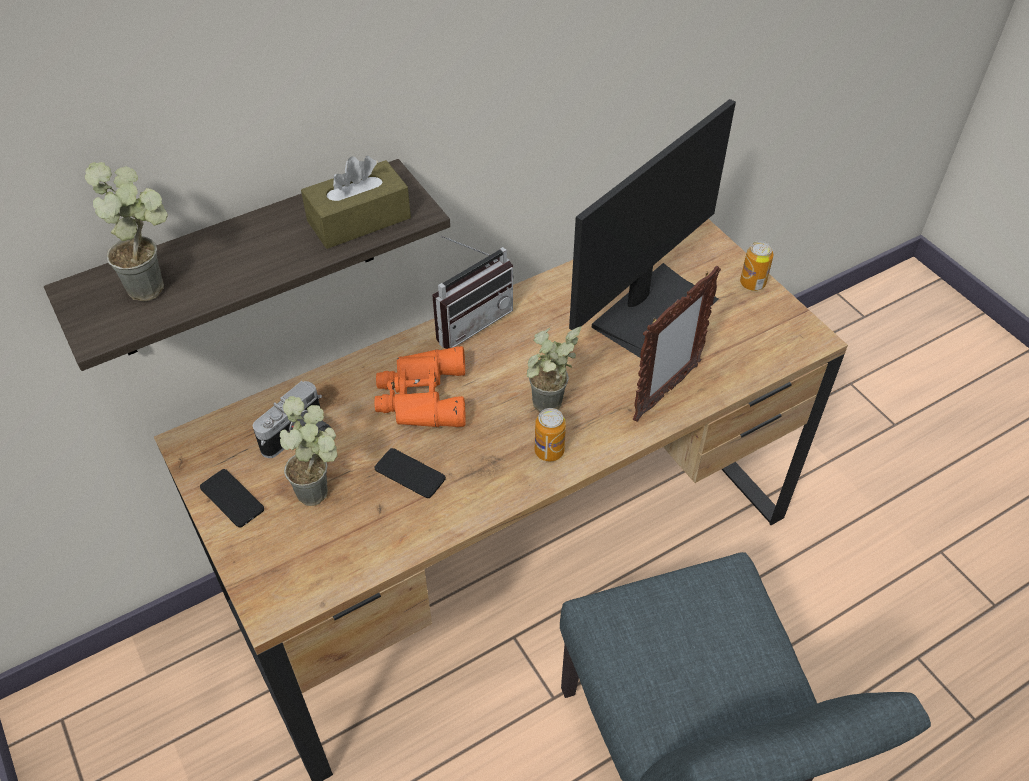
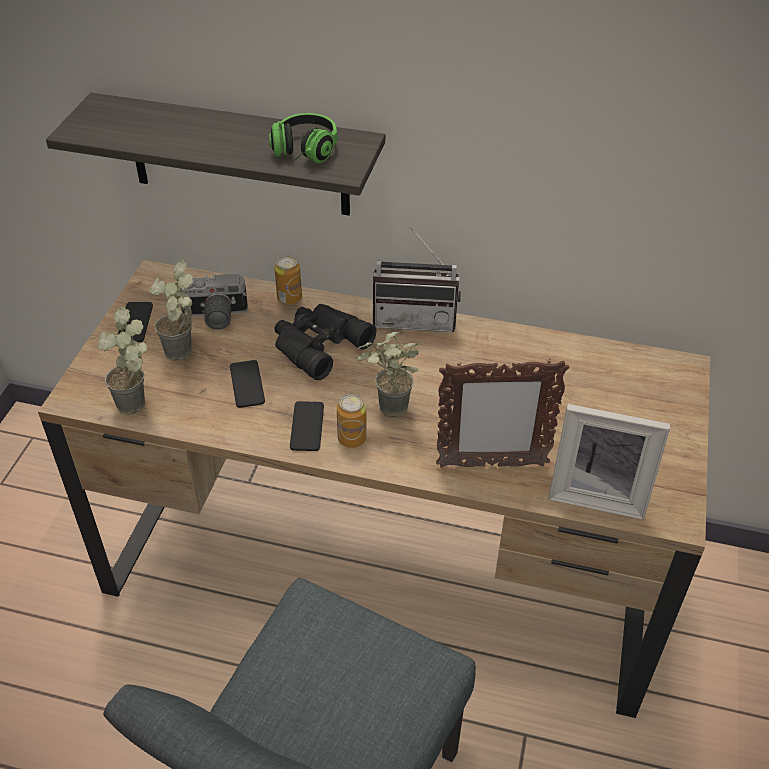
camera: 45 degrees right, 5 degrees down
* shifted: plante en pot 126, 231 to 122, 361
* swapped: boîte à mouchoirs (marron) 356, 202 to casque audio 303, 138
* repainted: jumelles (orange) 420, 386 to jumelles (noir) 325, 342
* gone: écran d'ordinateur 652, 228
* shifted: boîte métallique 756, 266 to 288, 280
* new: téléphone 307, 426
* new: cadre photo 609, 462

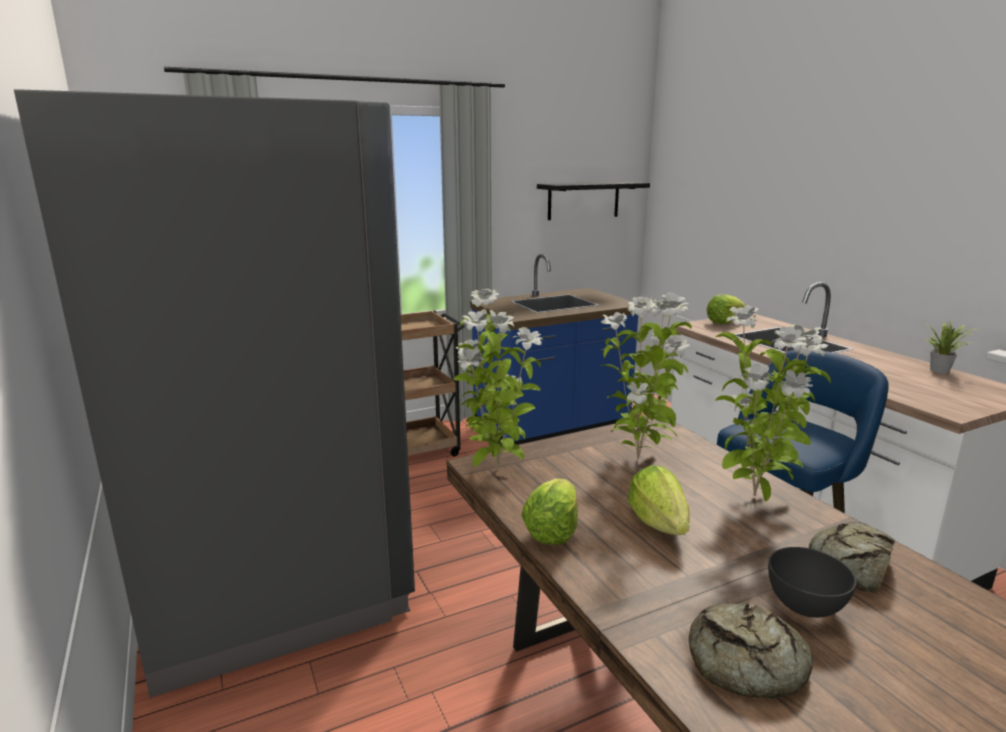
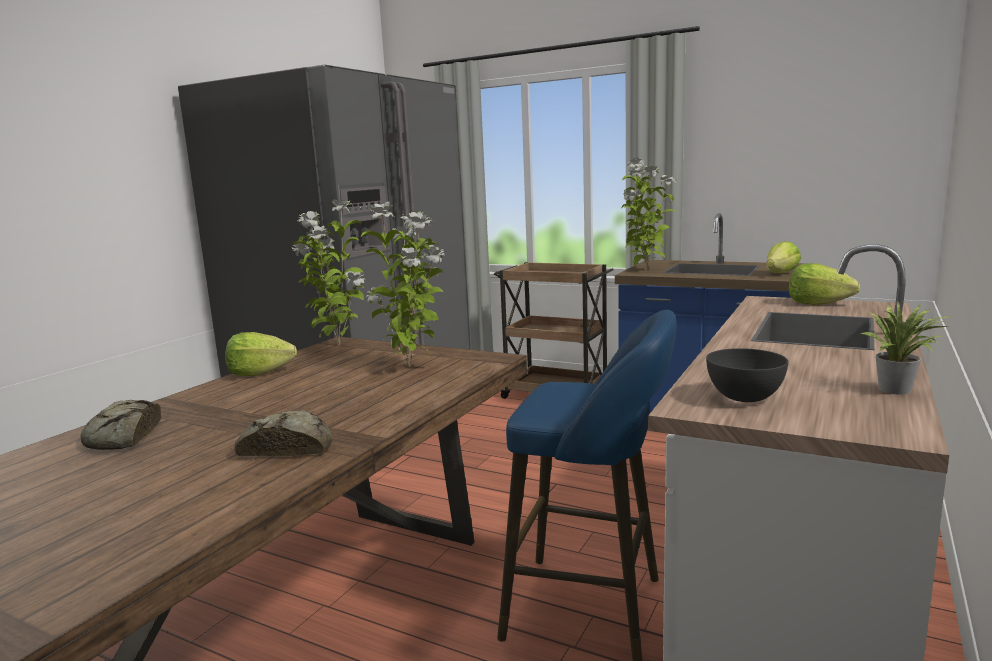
camera: 55 degrees right, 5 degrees down
* gone: étagère (noir) 593, 201
* shifted: laitue 659, 500 to 784, 257
* shifted: plante en pot 773, 403 to 649, 214
* shifted: bol (gris) 812, 582 to 747, 375

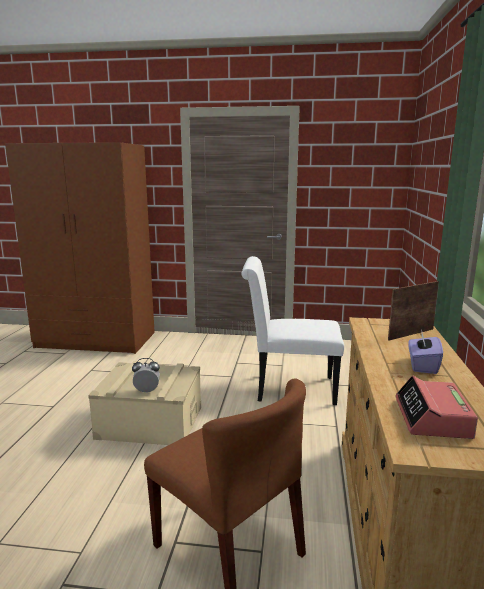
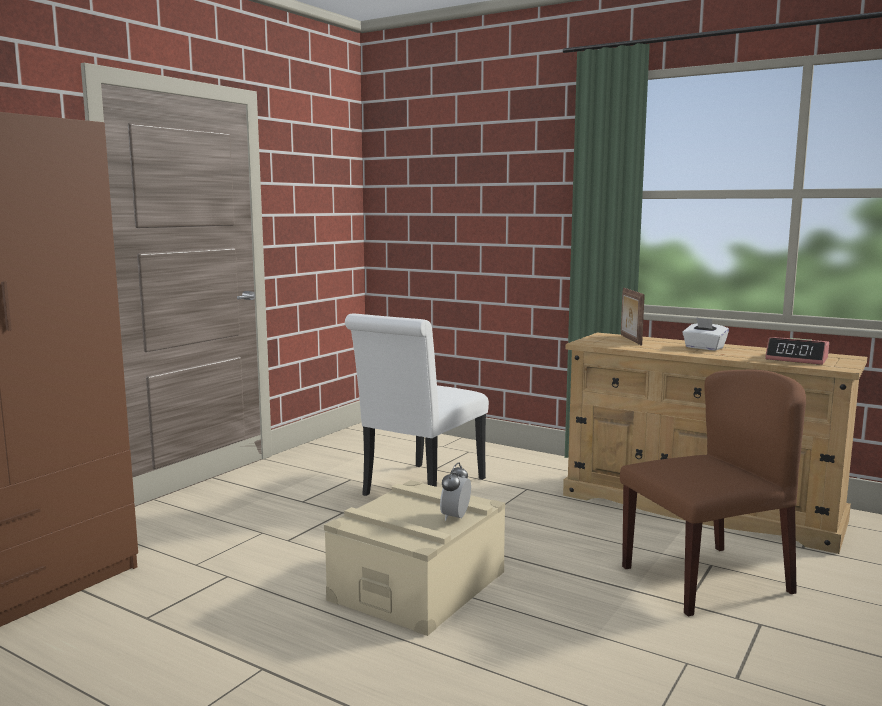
camera: 65 degrees left, 5 degrees down
* repainted: boîte à mouchoirs (violet) 425, 351 to boîte à mouchoirs (blanc) 705, 334

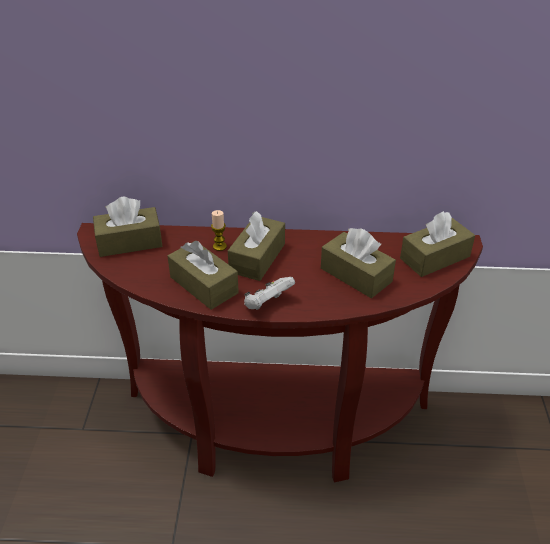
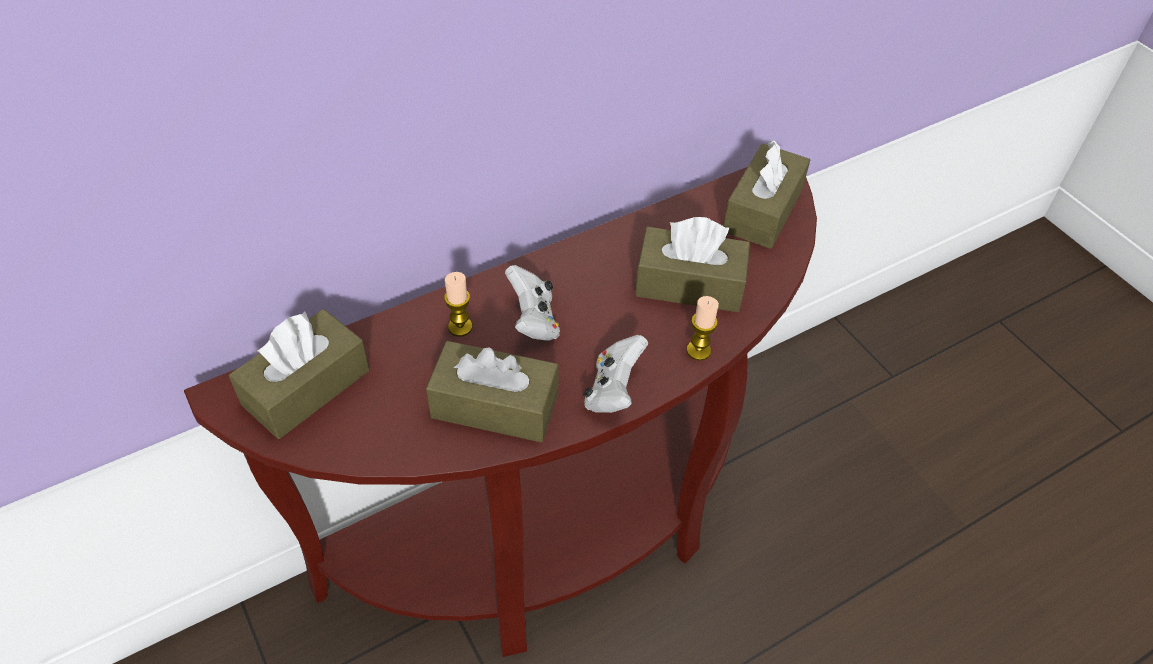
camera: 35 degrees left, 10 degrees up
* swapped: boîte à mouchoirs (marron) 256, 246 to manette (blanc) 532, 303
* new: bougie 702, 328

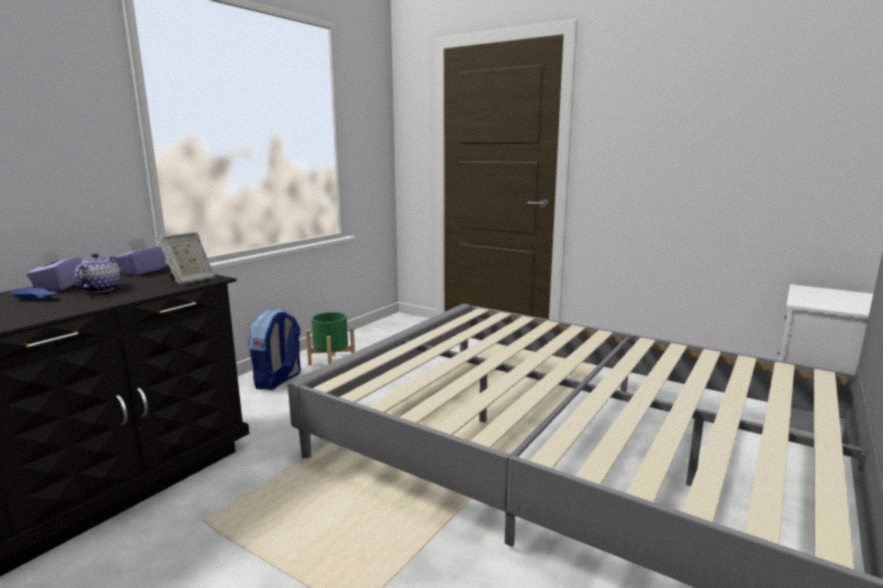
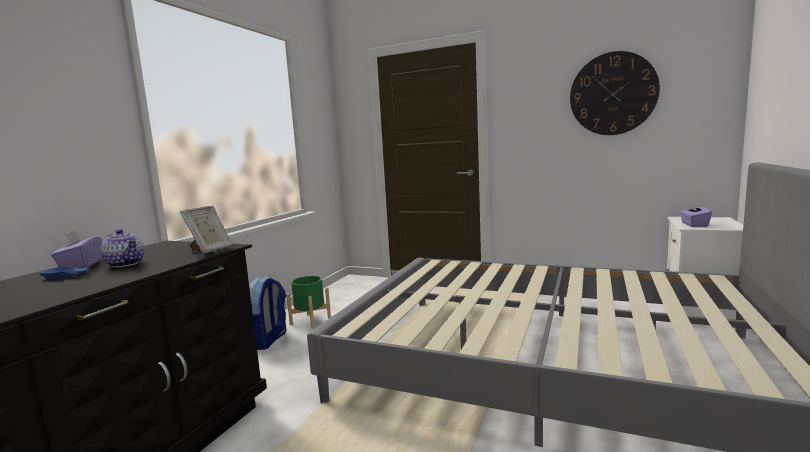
camera: 10 degrees left, 5 degrees down
* rotated: théière 97, 273 = 122, 248 135 degrees clockwise
* shifted: boîte à mouchoirs (violet) 140, 256 to 696, 214
* new: horloge murale 615, 93

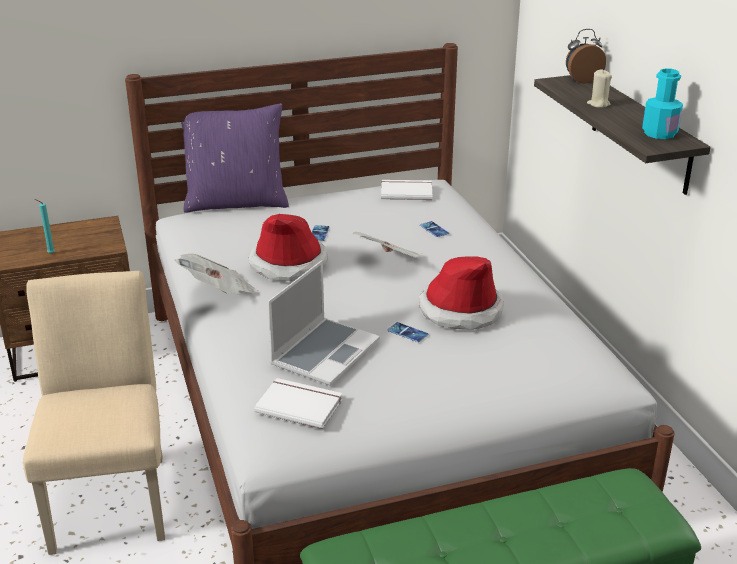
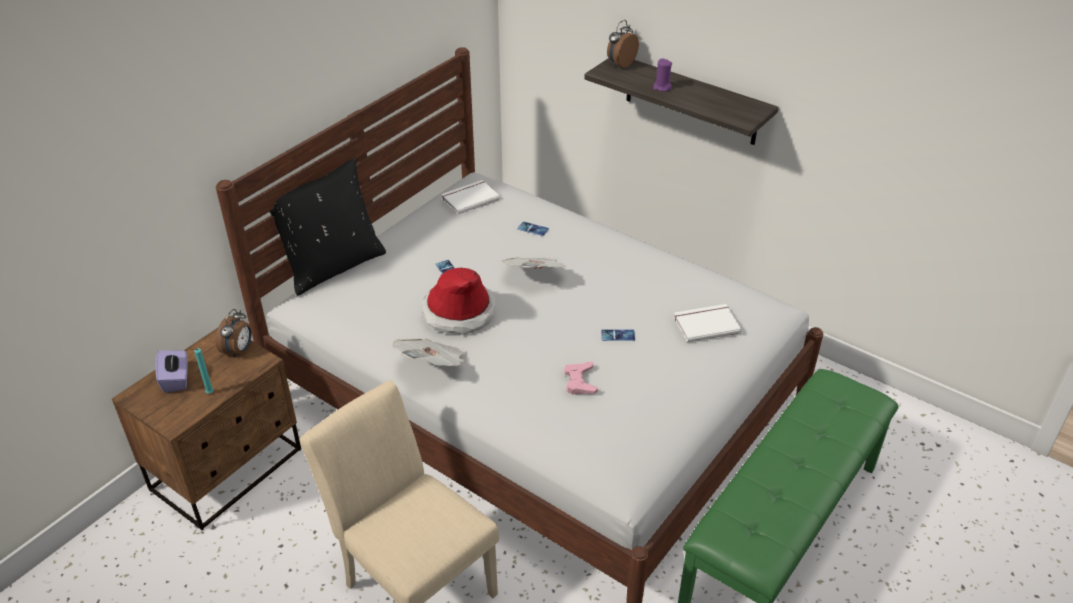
camera: 35 degrees left, 10 degrees up
* repainted: coussin (violet) 235, 158 to coussin (noir) 328, 227
* shifted: livre (blanc) 298, 403 to 707, 323
* swapped: ordinateur portable 323, 323 to manette (rose) 581, 378
* gone: chapeau 461, 293
* repainted: bougie (beige) 599, 89 to bougie (violet) 662, 75
* gone: bouteille (turquoise) 662, 103
* new: boîte à mouchoirs (violet) 172, 371
* new: réveil 233, 333

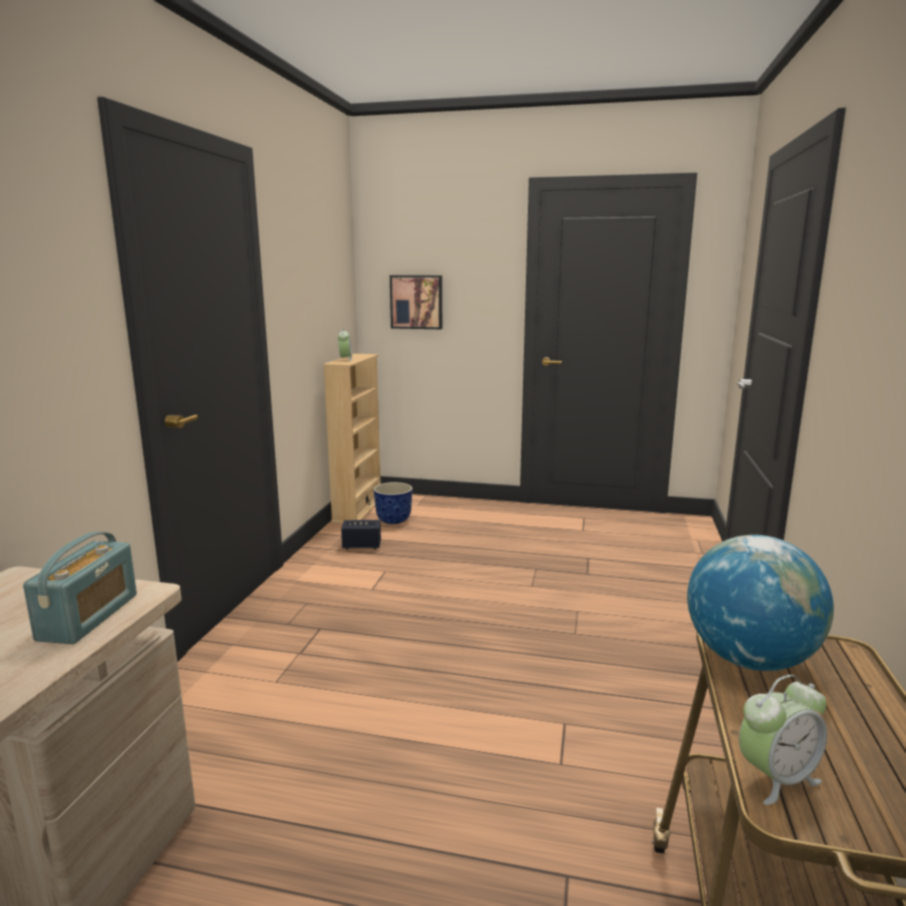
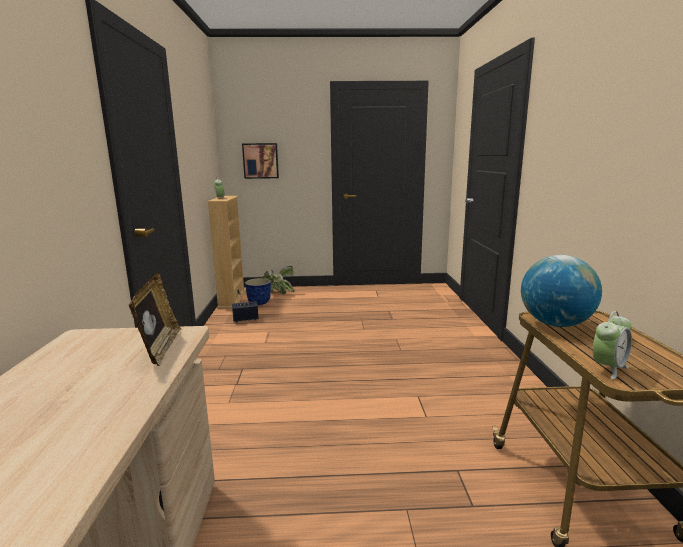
camera: 15 degrees left, 0 degrees up
* swapped: radio 80, 588 to cadre photo 155, 319
* new: plante en pot 278, 280

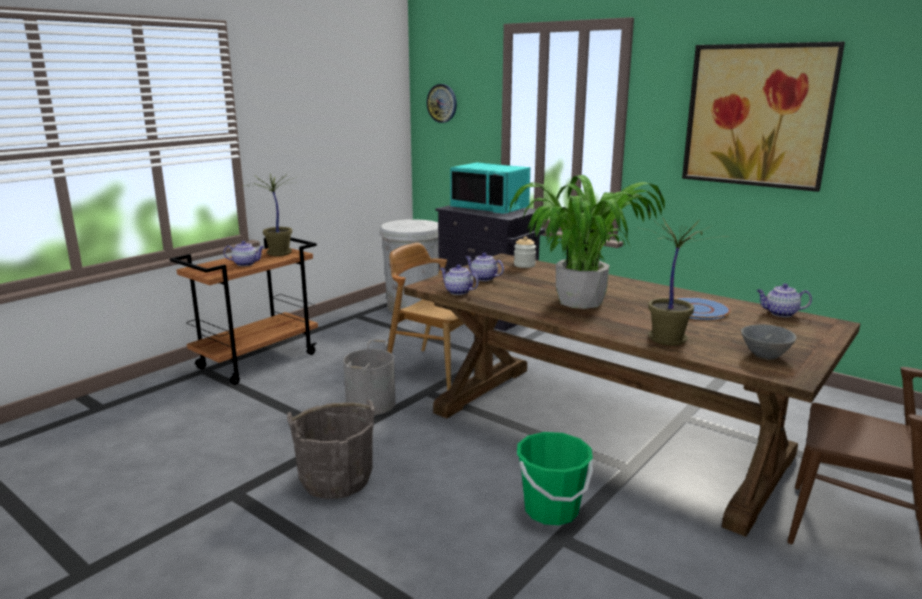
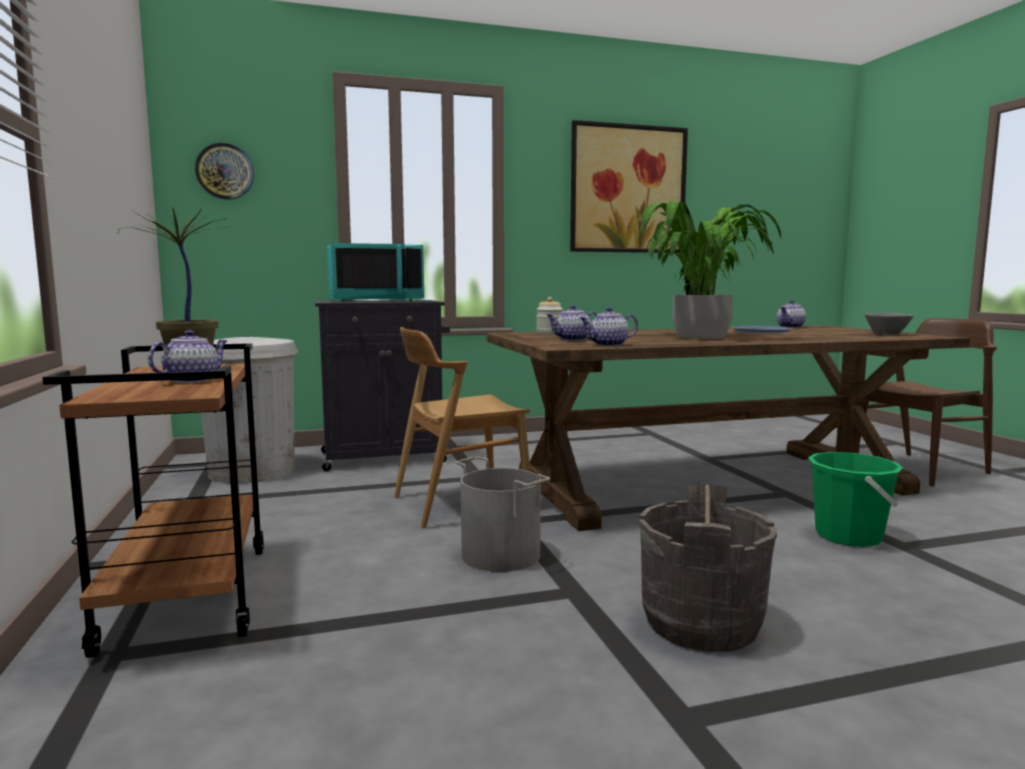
camera: 55 degrees left, 10 degrees down
* gone: plante en pot 684, 281

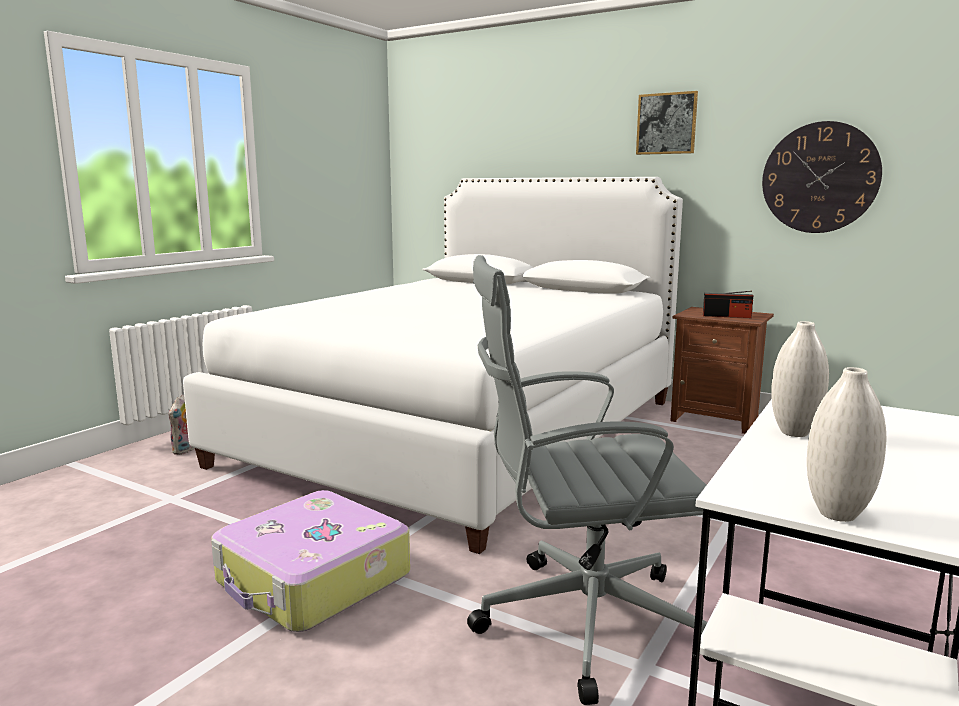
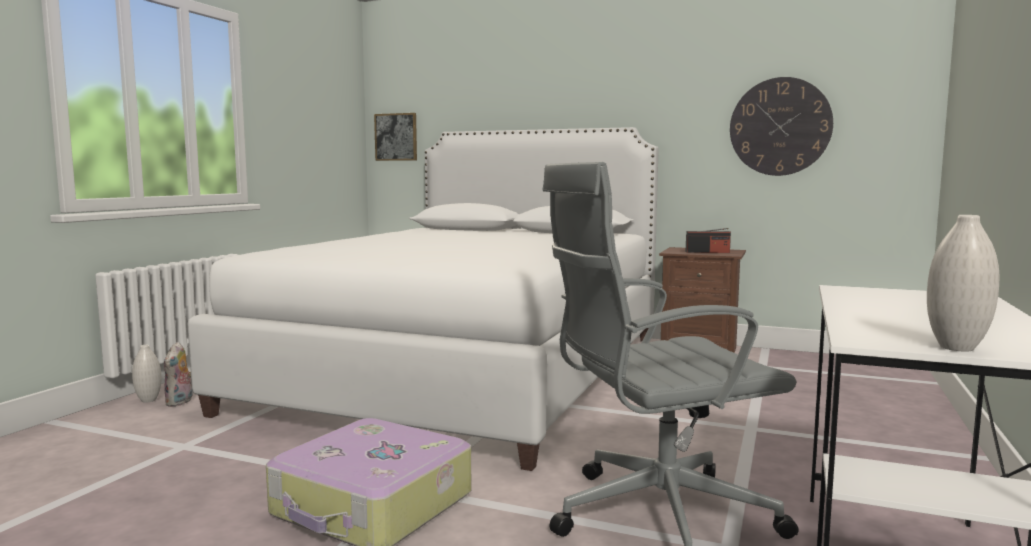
camera: 10 degrees left, 5 degrees down
* shifted: tableau 667, 123 to 395, 137
* shifted: vase (blanc) 800, 379 to 146, 374

